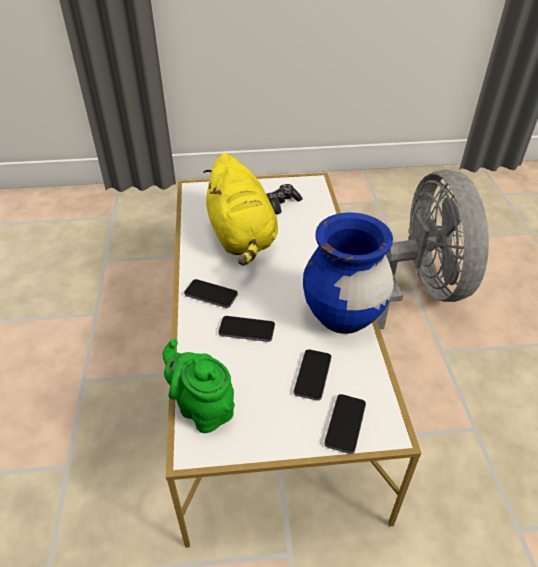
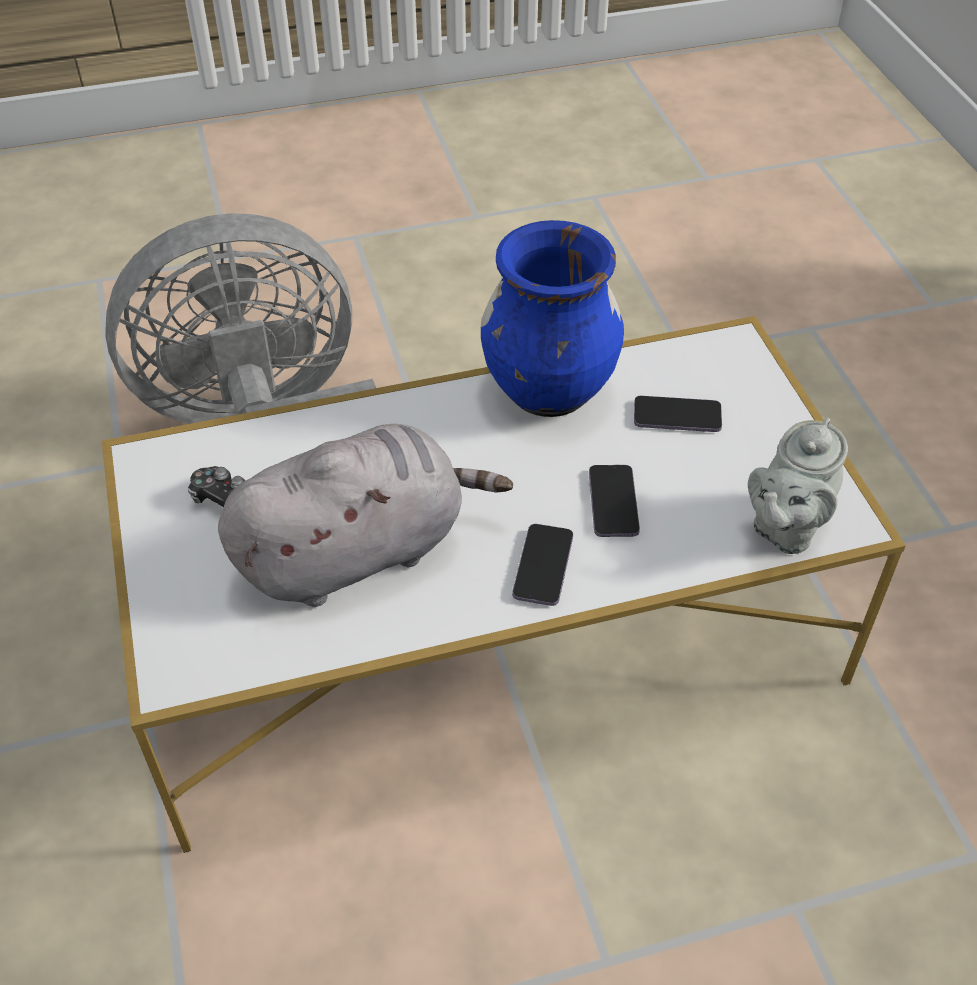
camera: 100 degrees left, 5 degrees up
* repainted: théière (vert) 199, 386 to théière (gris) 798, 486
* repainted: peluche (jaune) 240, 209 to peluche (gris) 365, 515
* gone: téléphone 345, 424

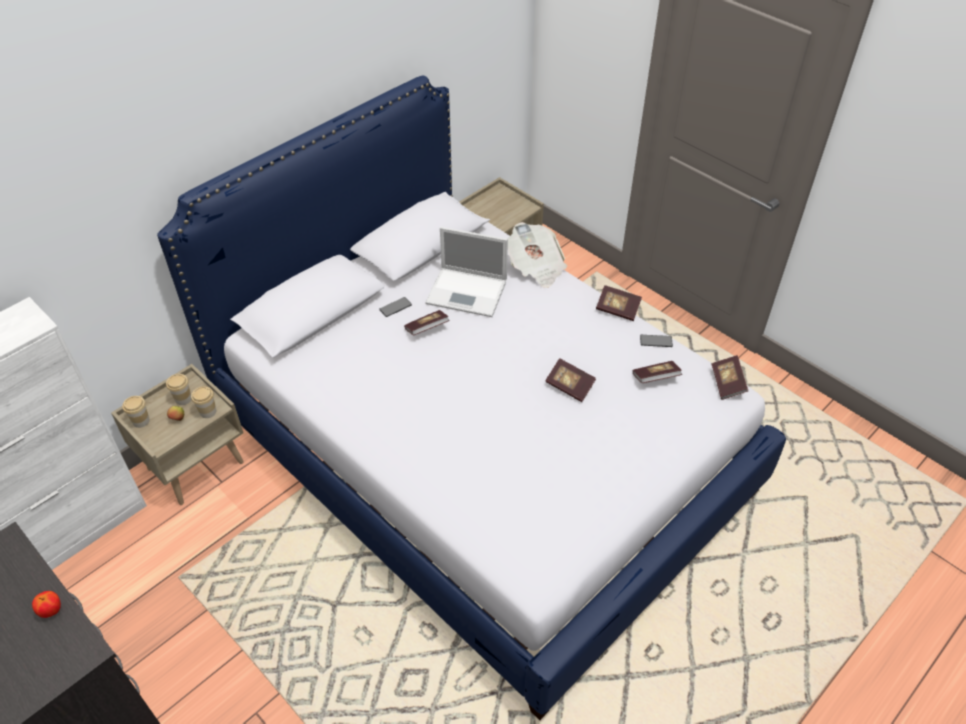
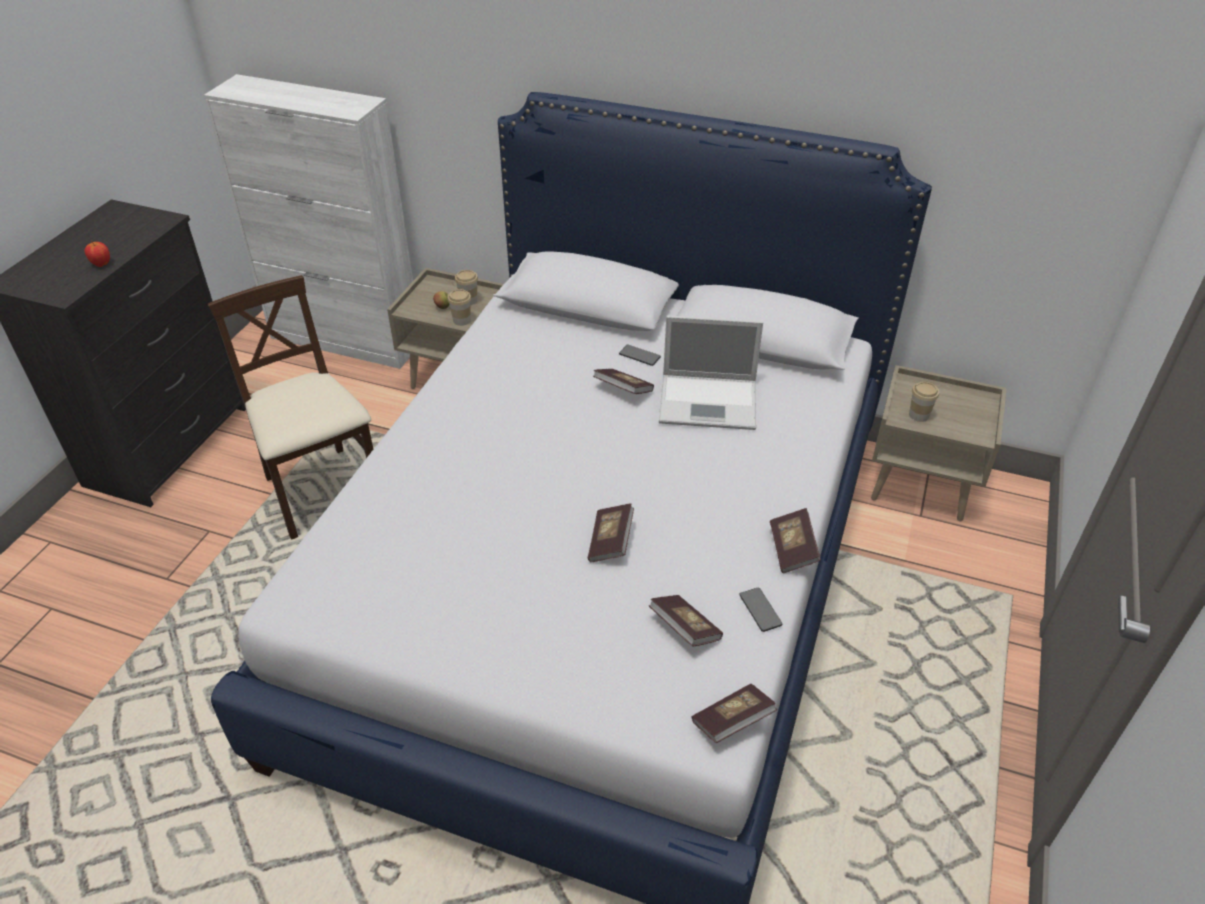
camera: 65 degrees right, 5 degrees down
* shifted: tasse 136, 412 to 924, 402
* rotated: ordinateur portable 466, 272 = 711, 372 75 degrees counterclockwise
* gone: journal 537, 255
* new: chaise (beige) 290, 407

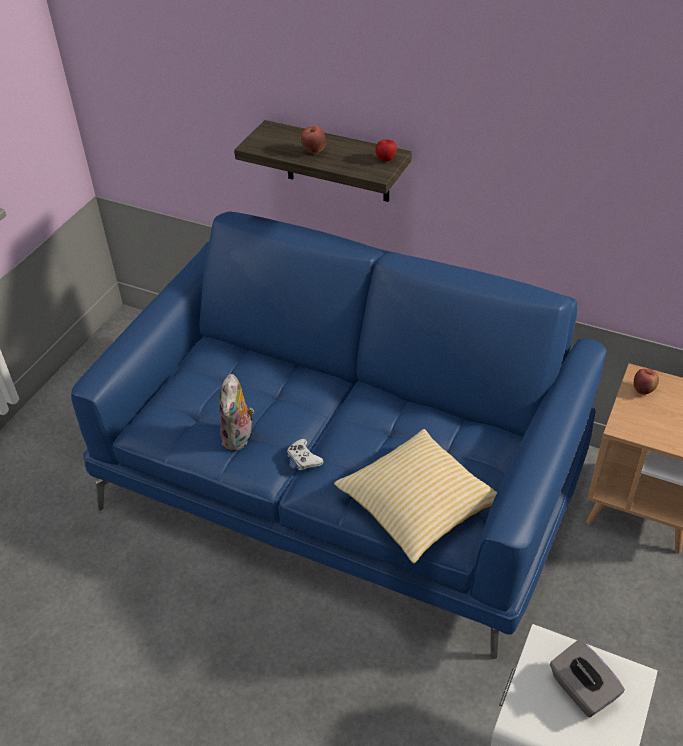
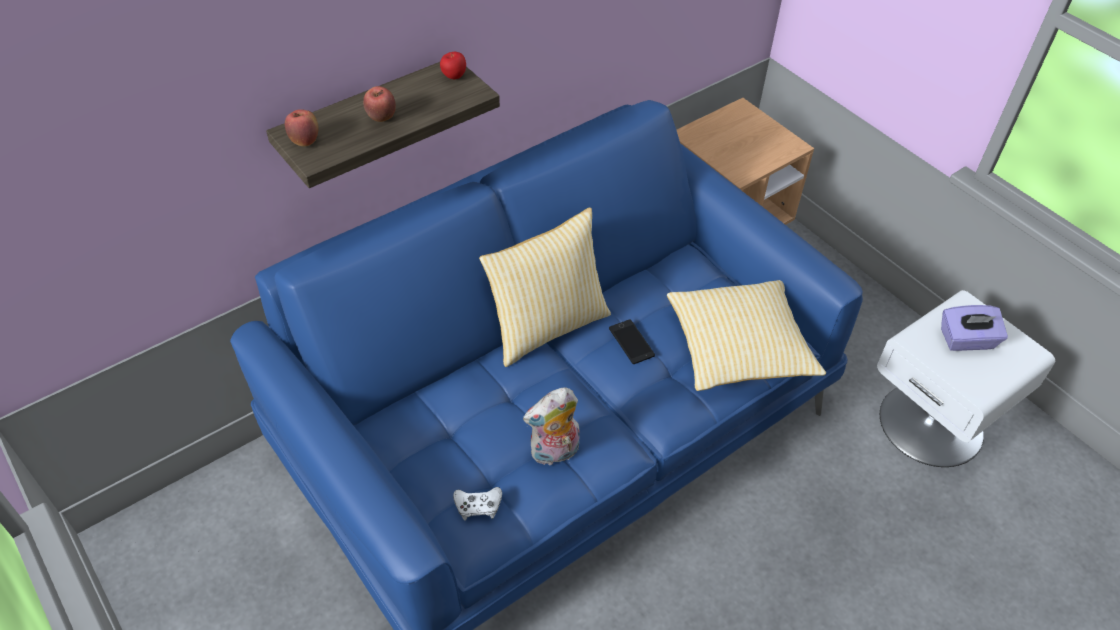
camera: 65 degrees left, 5 degrees up
* rotated: peluche 236, 412 = 551, 426 120 degrees clockwise
* shifted: manette (blanc) 305, 455 to 477, 504
* repainted: boîte à mouchoirs (gris) 587, 678 to boîte à mouchoirs (violet) 974, 328
* shifted: pomme 646, 381 to 302, 127
* new: coussin 545, 287
* new: téléphone 632, 341

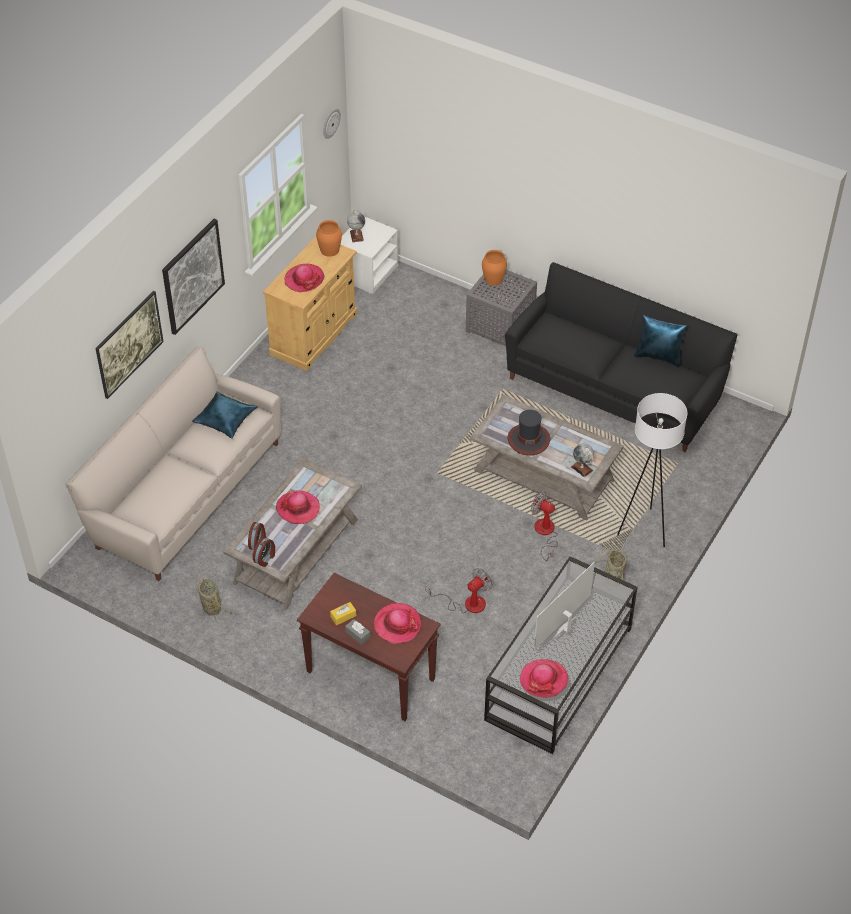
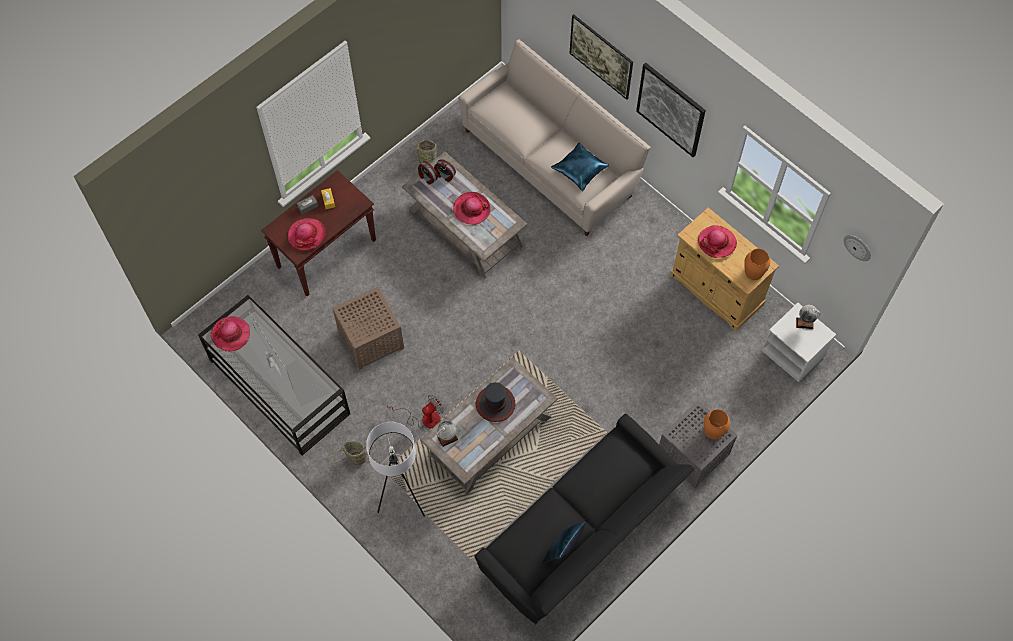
camera: 105 degrees right, 15 degrees up
* swapped: ventilateur 458, 590 to table d'appoint (marron) 368, 328

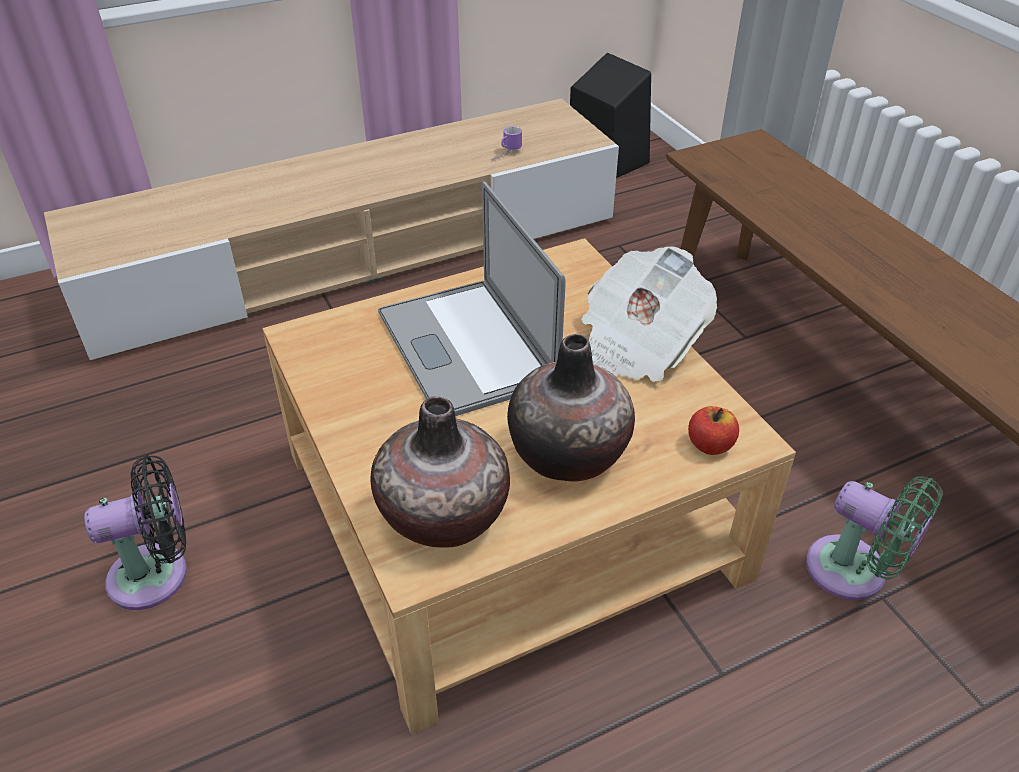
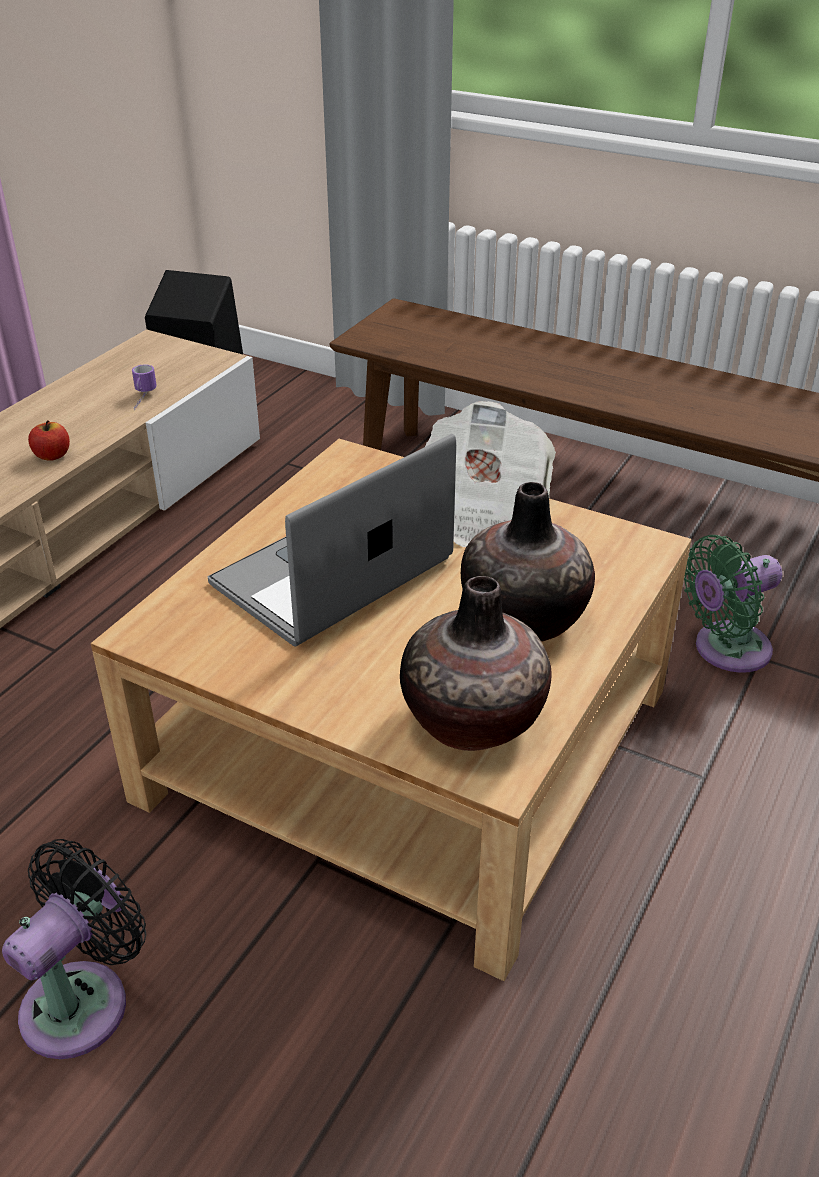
camera: 35 degrees left, 5 degrees down
* rotated: ordinateur portable 472, 298 = 331, 540 105 degrees clockwise
* shifted: pomme 713, 430 to 49, 440
* rotated: ventilateur (vert) 874, 538 = 733, 604 150 degrees clockwise

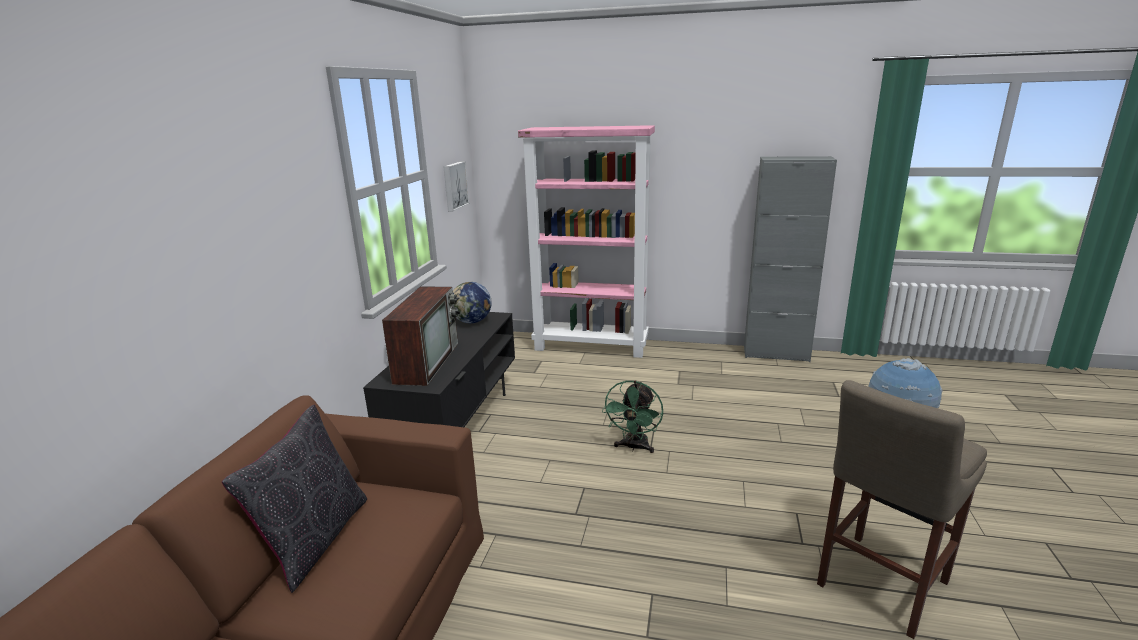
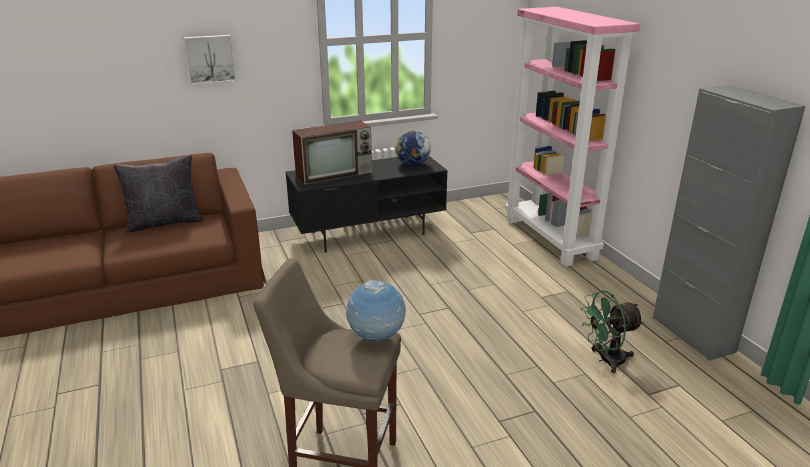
camera: 55 degrees right, 5 degrees up
* shifted: tableau 457, 186 to 209, 60
* shifted: ventilateur (vert) 632, 416 to 612, 331

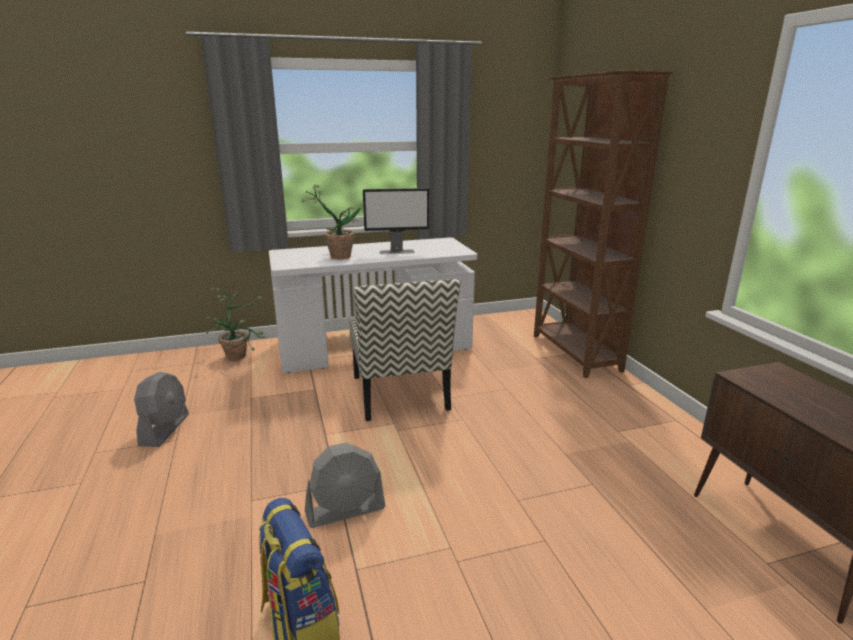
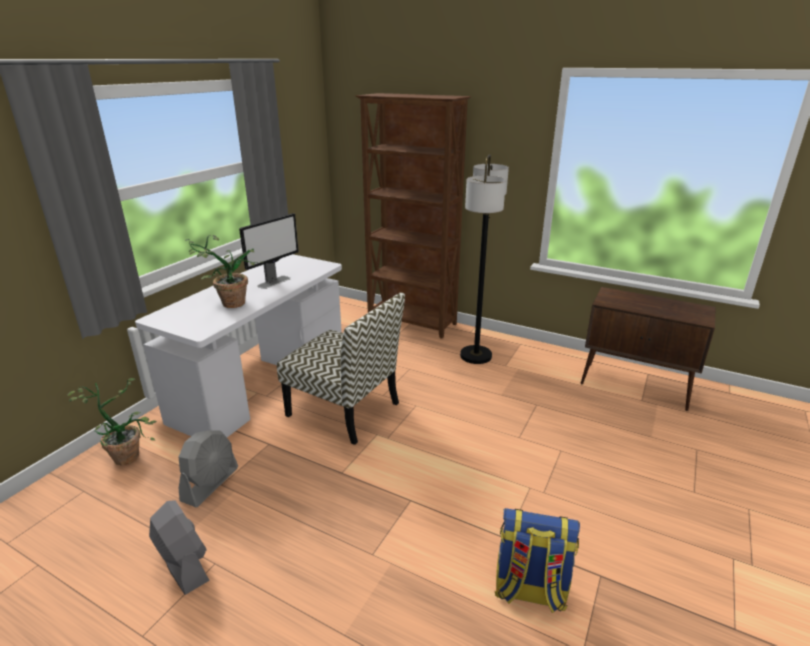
camera: 45 degrees left, 5 degrees up
* shifted: ventilateur (gris) 345, 485 to 208, 468
* new: lampadaire 484, 259

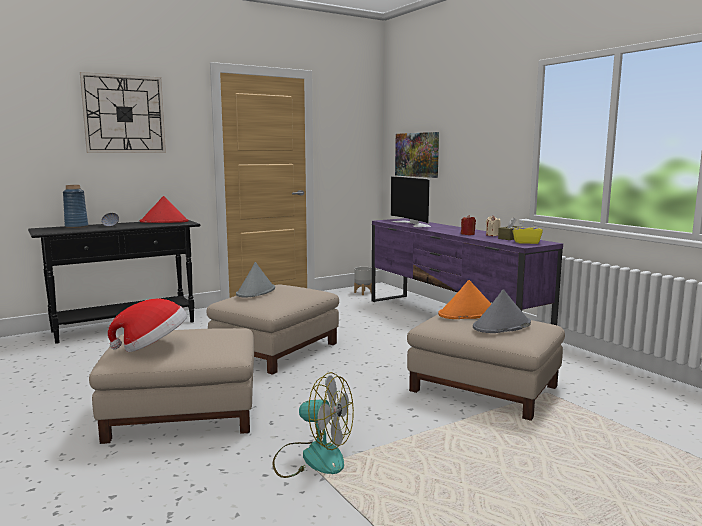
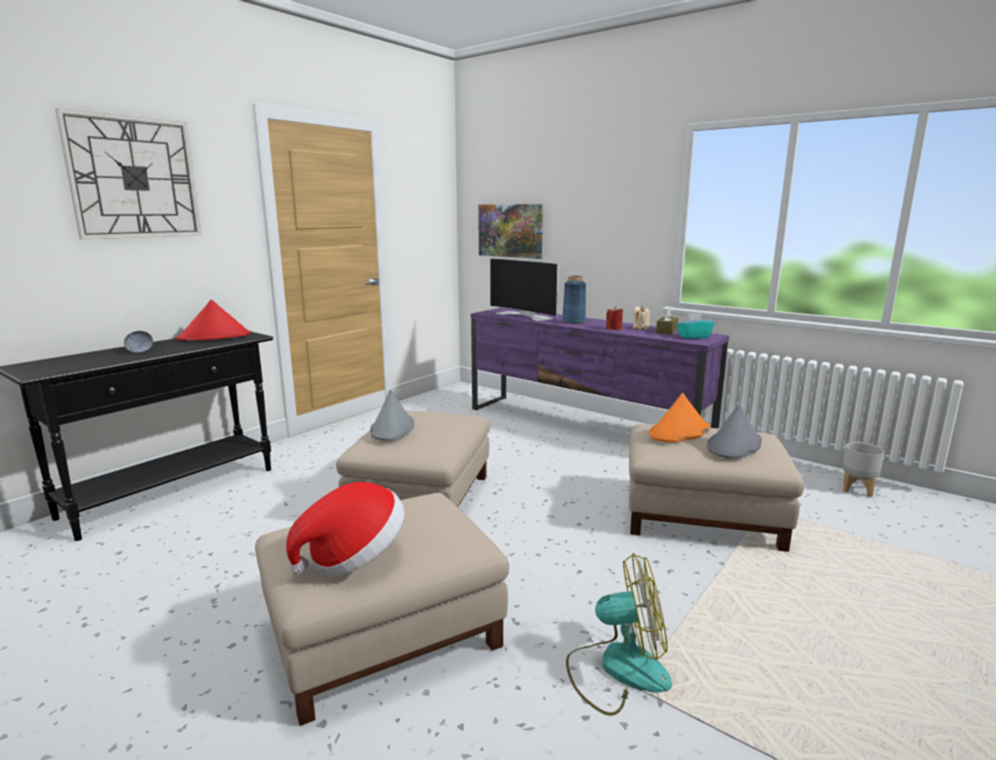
camera: 20 degrees left, 5 degrees up
* shifted: vase (bleu) 75, 206 to 574, 300
* shifted: cache-pot (gris) 363, 281 to 863, 469
* repainted: boîte à mouchoirs (jaune) 527, 232 to boîte à mouchoirs (turquoise) 695, 325

